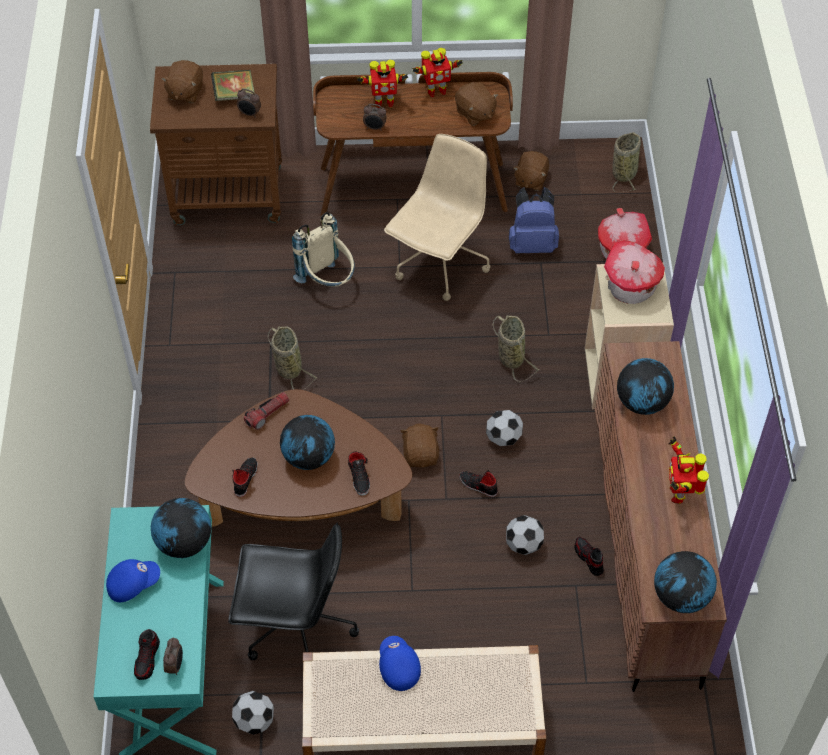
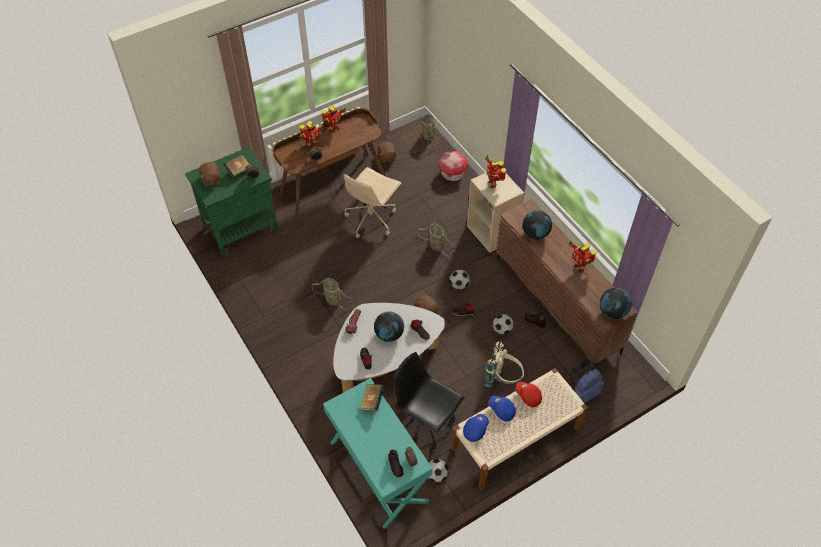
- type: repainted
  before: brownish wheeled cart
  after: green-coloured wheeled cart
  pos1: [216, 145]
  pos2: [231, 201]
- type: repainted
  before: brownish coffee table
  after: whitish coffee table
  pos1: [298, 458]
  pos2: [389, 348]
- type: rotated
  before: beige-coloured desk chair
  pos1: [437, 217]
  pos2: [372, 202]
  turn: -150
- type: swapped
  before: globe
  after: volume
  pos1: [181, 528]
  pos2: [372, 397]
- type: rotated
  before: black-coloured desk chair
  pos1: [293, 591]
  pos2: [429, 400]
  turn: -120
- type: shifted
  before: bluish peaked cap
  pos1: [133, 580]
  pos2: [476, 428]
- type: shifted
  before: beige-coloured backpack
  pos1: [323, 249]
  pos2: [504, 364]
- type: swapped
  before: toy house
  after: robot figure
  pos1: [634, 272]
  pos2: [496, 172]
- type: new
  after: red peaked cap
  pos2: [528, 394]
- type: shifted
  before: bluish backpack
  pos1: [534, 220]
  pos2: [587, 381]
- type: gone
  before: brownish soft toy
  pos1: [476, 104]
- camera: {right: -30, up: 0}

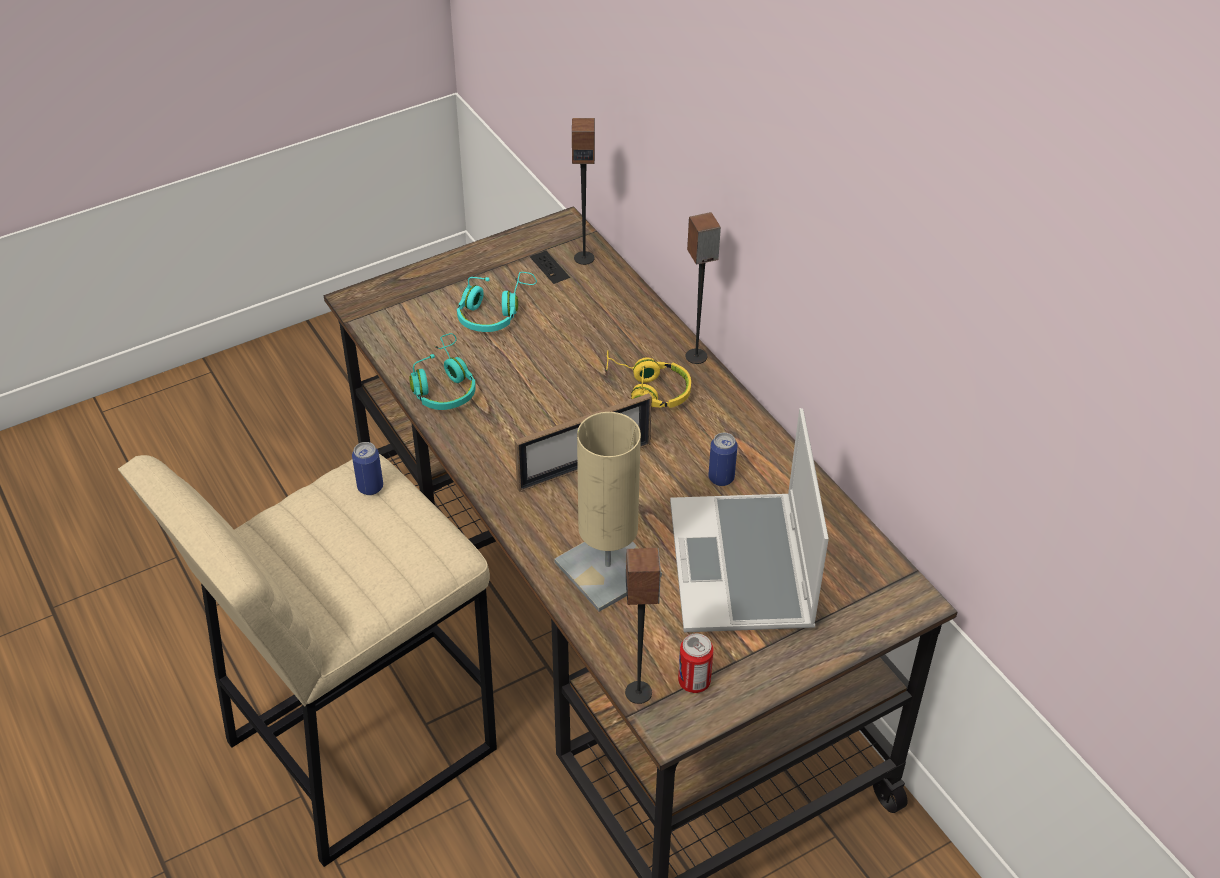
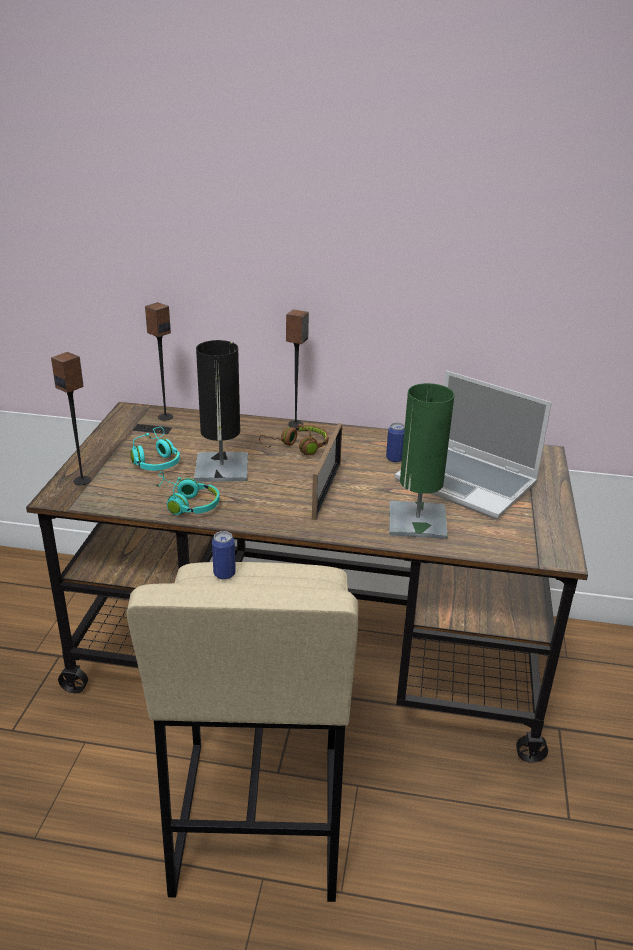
- type: shifted
  before: speaker
  pos1: [643, 626]
  pos2: [71, 418]
- type: new
  after: black-coloured tabletop lamp
  pos2: [221, 411]
- type: repainted
  before: yellow-coloured headphones
  after: brownish headphones
  pos1: [648, 379]
  pos2: [294, 439]
- type: repainted
  before: beige-coloured tabletop lamp
  after: green-coloured tabletop lamp
  pos1: [608, 512]
  pos2: [421, 461]
- type: gone
  before: metal can
  pos1: [696, 663]
- camera: {right: -50, up: -15}

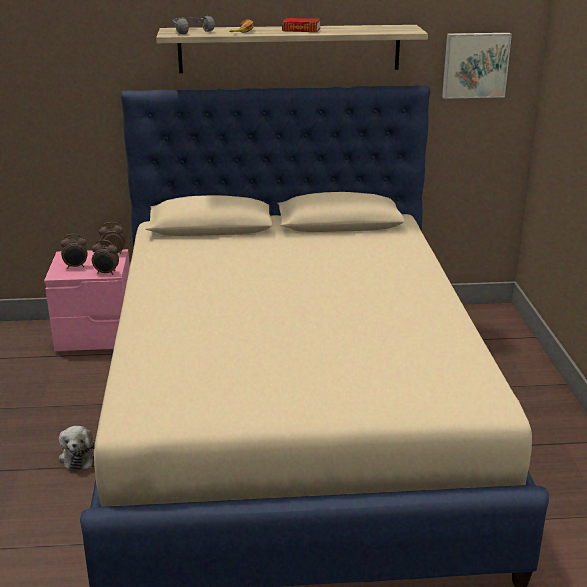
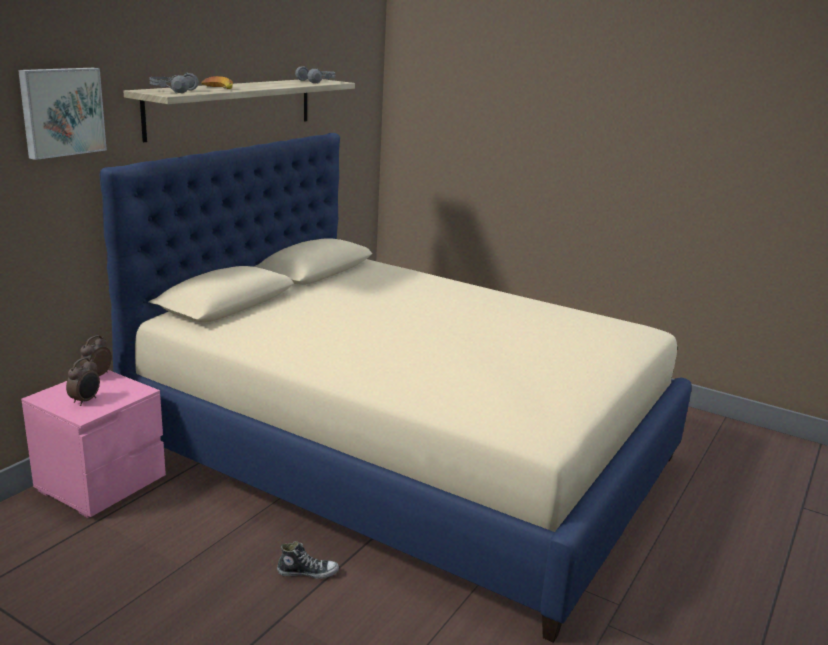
- type: shifted
  before: wall picture
  pos1: [477, 66]
  pos2: [62, 114]
- type: swapped
  before: soft toy
  after: item of footwear
  pos1: [77, 448]
  pos2: [308, 560]
- type: new
  after: gray headphones
  pos2: [315, 74]
- type: gone
  before: table clock
  pos1: [105, 257]
- type: gone
  before: volume
  pos1: [301, 25]
- camera: {right: -55, up: -5}

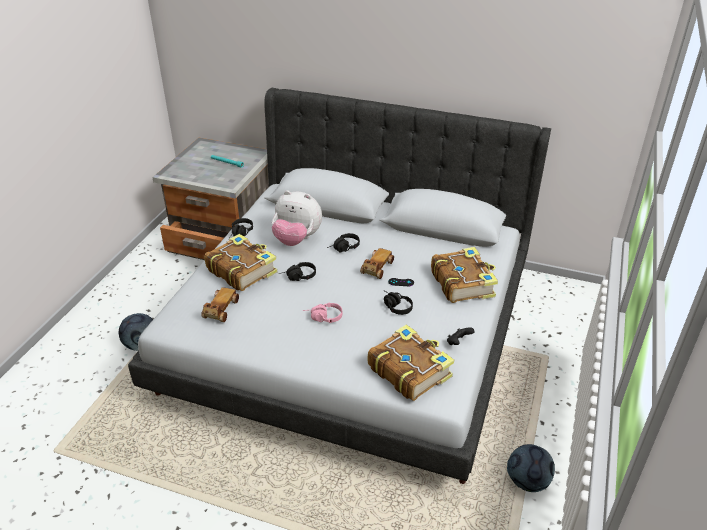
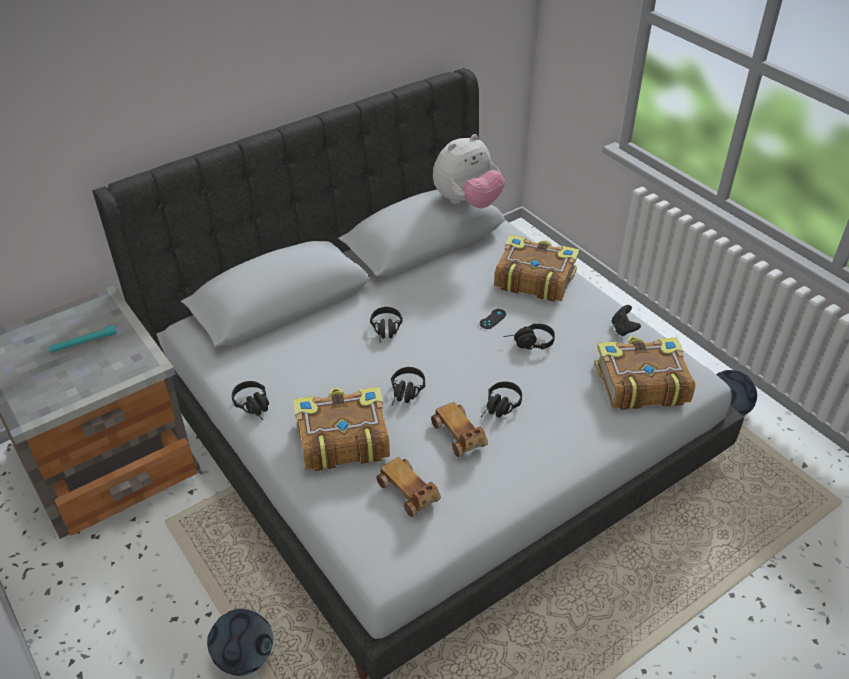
- type: shifted
  before: toy car
  pos1: [377, 263]
  pos2: [459, 429]
- type: shifted
  before: soft toy
  pos1: [297, 218]
  pos2: [469, 171]
- type: repainted
  before: pinkish headphones
  after: black-coloured headphones
  pos1: [323, 313]
  pos2: [501, 399]
- camera: {right: -55, up: 5}

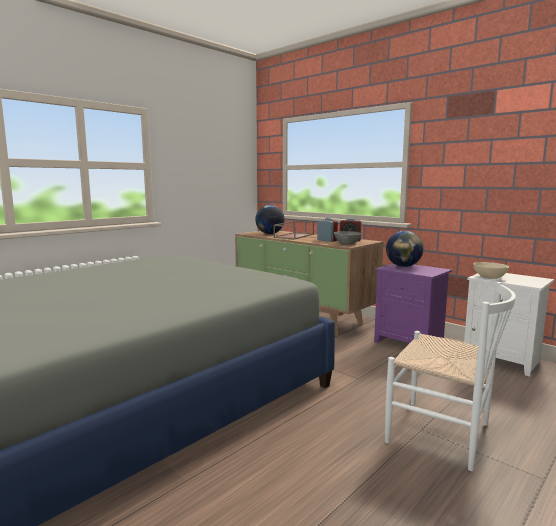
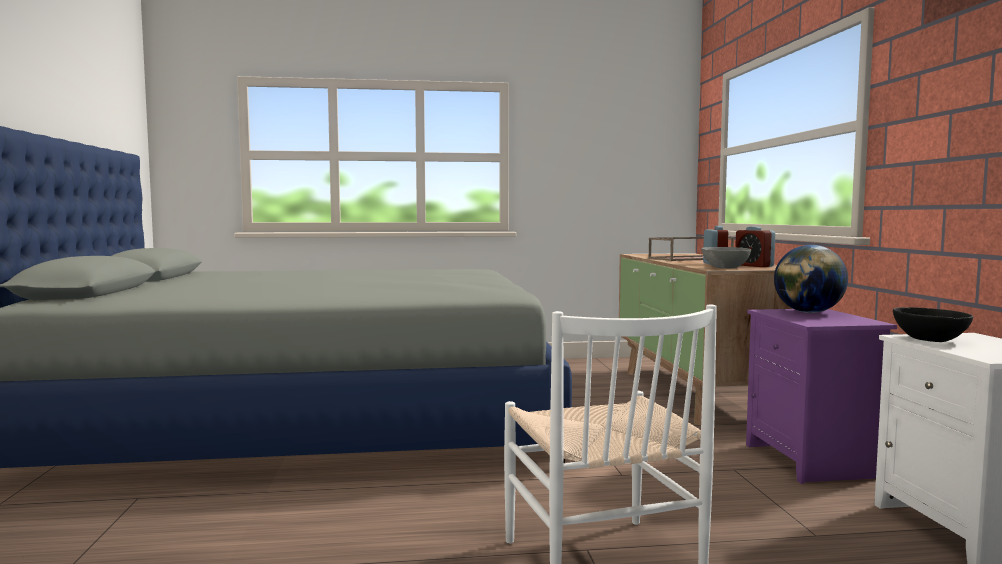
- type: repainted
  before: beige-coloured bowl
  after: black-coloured bowl
  pos1: [491, 270]
  pos2: [933, 324]
- type: gone
  before: globe
  pos1: [270, 219]
- camera: {right: 40, up: -5}

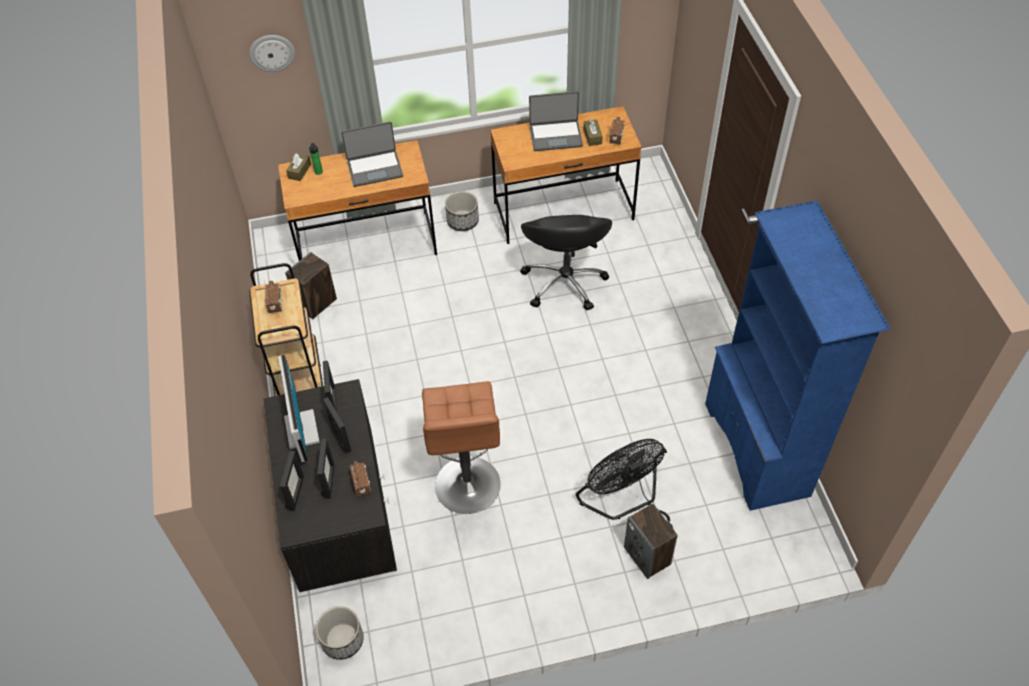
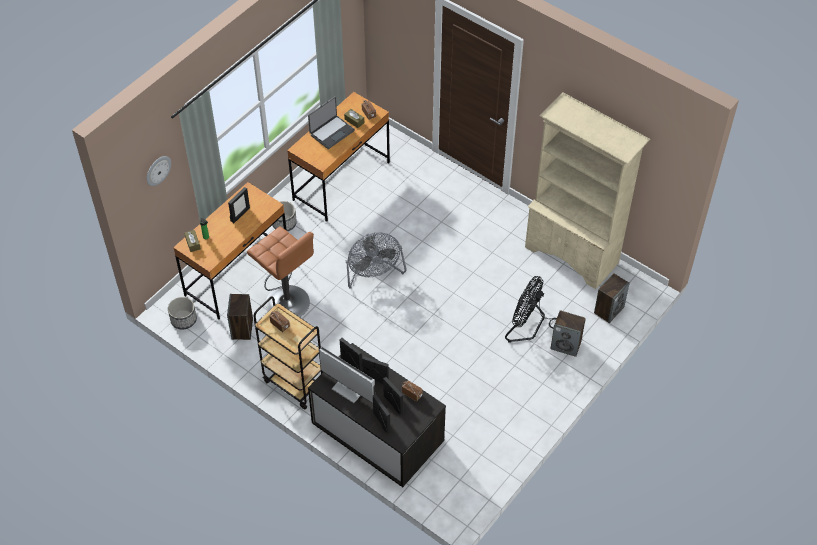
- type: shifted
  before: planter
  pos1: [340, 633]
  pos2: [182, 313]
- type: swapped
  before: laptop
  after: picture frame
  pos1: [372, 154]
  pos2: [239, 205]
- type: shifted
  before: brownish stool seat
  pos1: [461, 447]
  pos2: [280, 271]
- type: new
  after: gray fan
  pos2: [376, 260]
- type: repainted
  before: bluish shelving unit
  after: beige-coloured shelving unit
  pos1: [798, 355]
  pos2: [587, 190]
- type: new
  after: speaker
  pos2: [612, 298]
- type: gone
  before: black-coloured desk chair
  pos1: [566, 262]
- camera: {right: -40, up: 0}

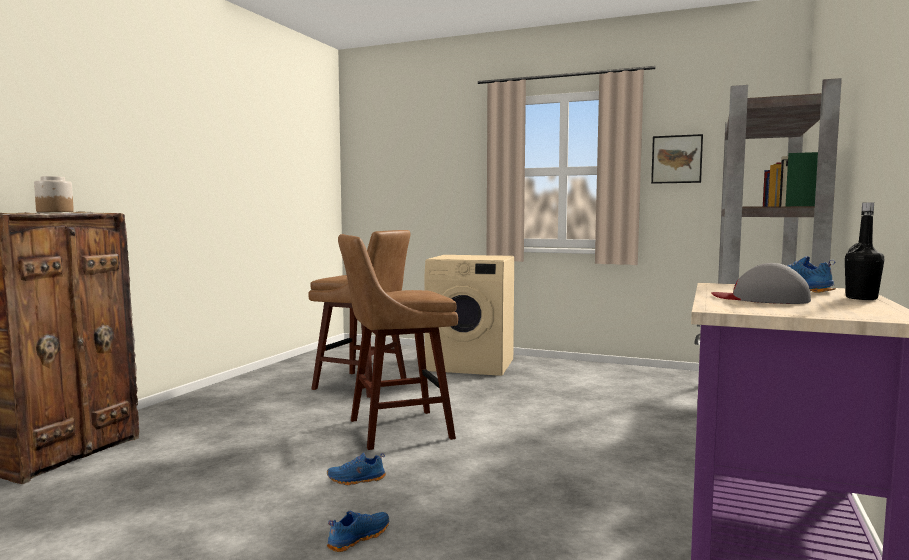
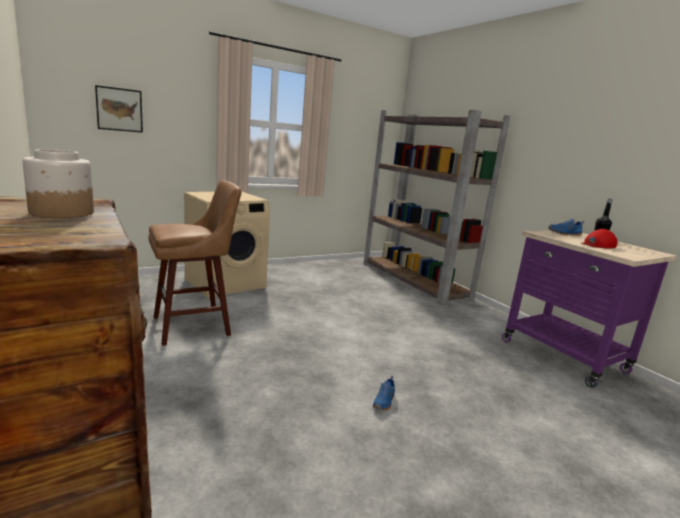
- type: shifted
  before: wall picture
  pos1: [677, 159]
  pos2: [119, 109]
- type: repainted
  before: gray peaked cap
  after: red peaked cap
  pos1: [761, 283]
  pos2: [599, 238]
- type: gone
  before: bluish item of footwear
  pos1: [358, 531]
- type: gone
  before: brownish stool seat
  pos1: [398, 342]
- camera: {right: -55, up: 10}

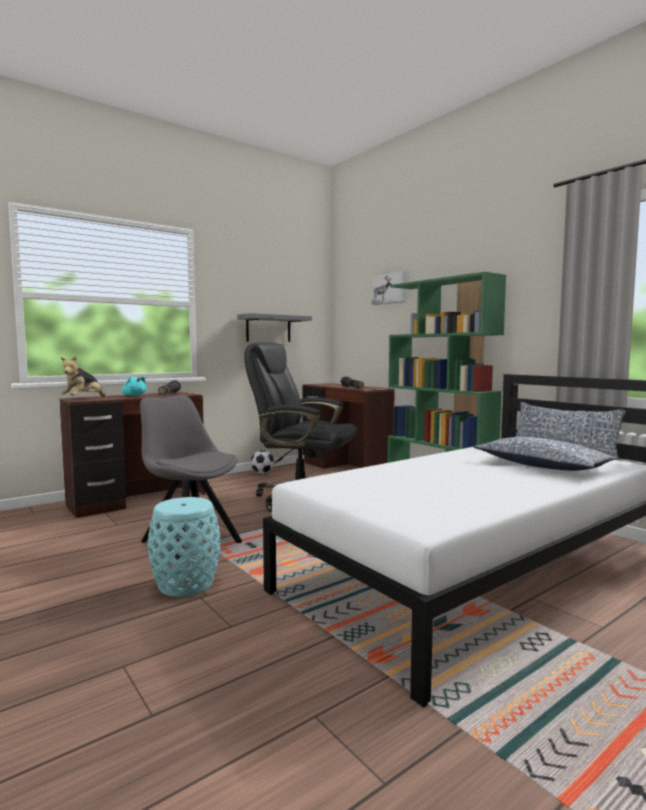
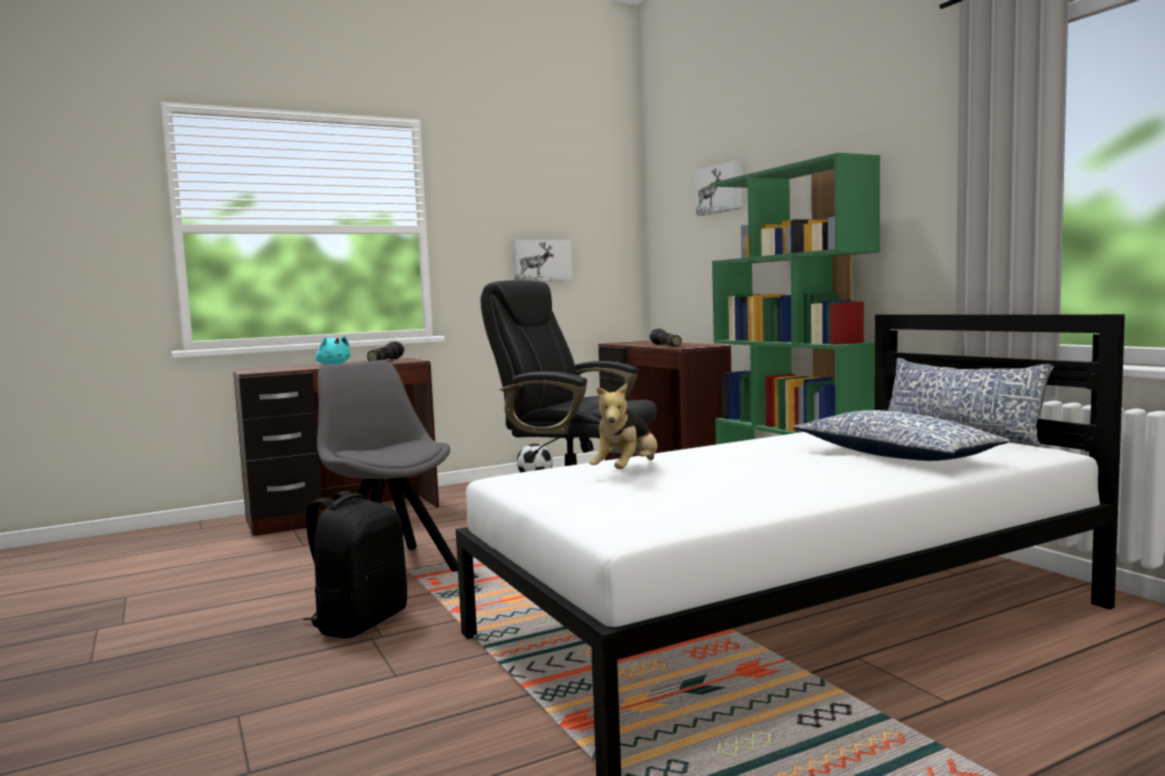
- type: swapped
  before: turquoise stool seat
  after: black-coloured backpack
  pos1: [184, 547]
  pos2: [355, 564]
- type: swapped
  before: gray bracket shelf
  after: wall picture
  pos1: [274, 327]
  pos2: [543, 260]
- type: shifted
  before: soft toy
  pos1: [83, 376]
  pos2: [623, 426]
- camera: {right: 10, up: 0}

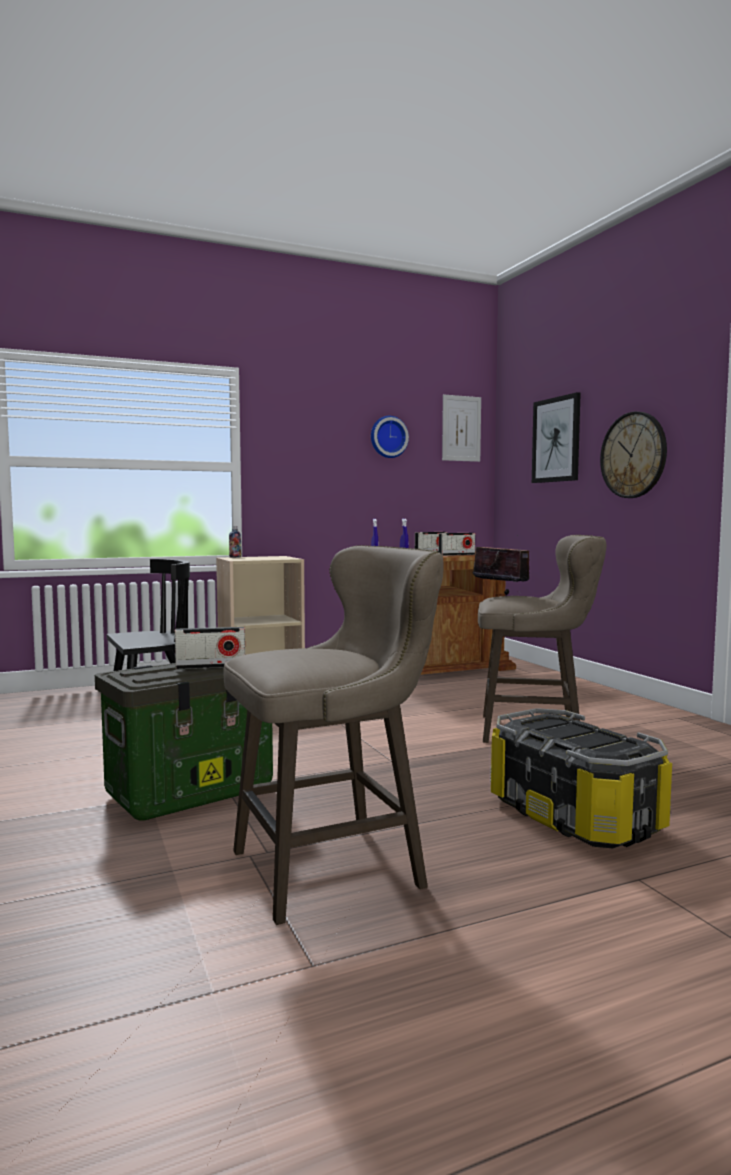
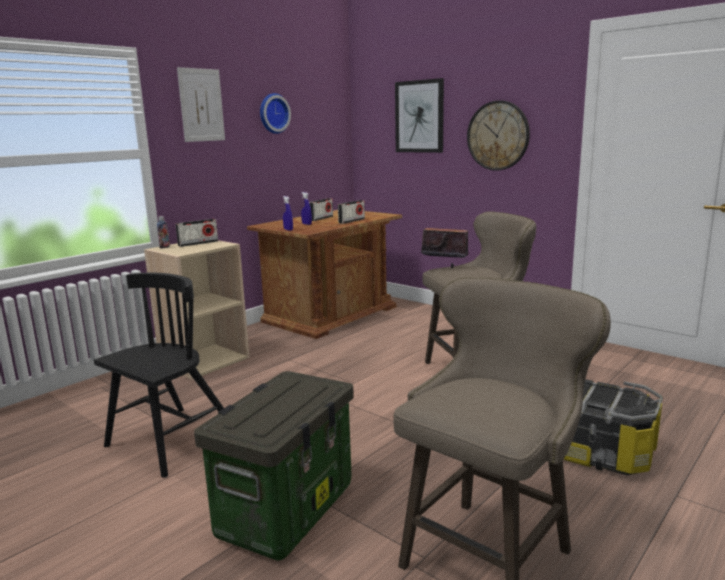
- type: shifted
  before: radio
  pos1: [210, 648]
  pos2: [196, 233]
- type: shifted
  before: wall picture
  pos1: [461, 428]
  pos2: [201, 104]
- camera: {right: -25, up: 10}

